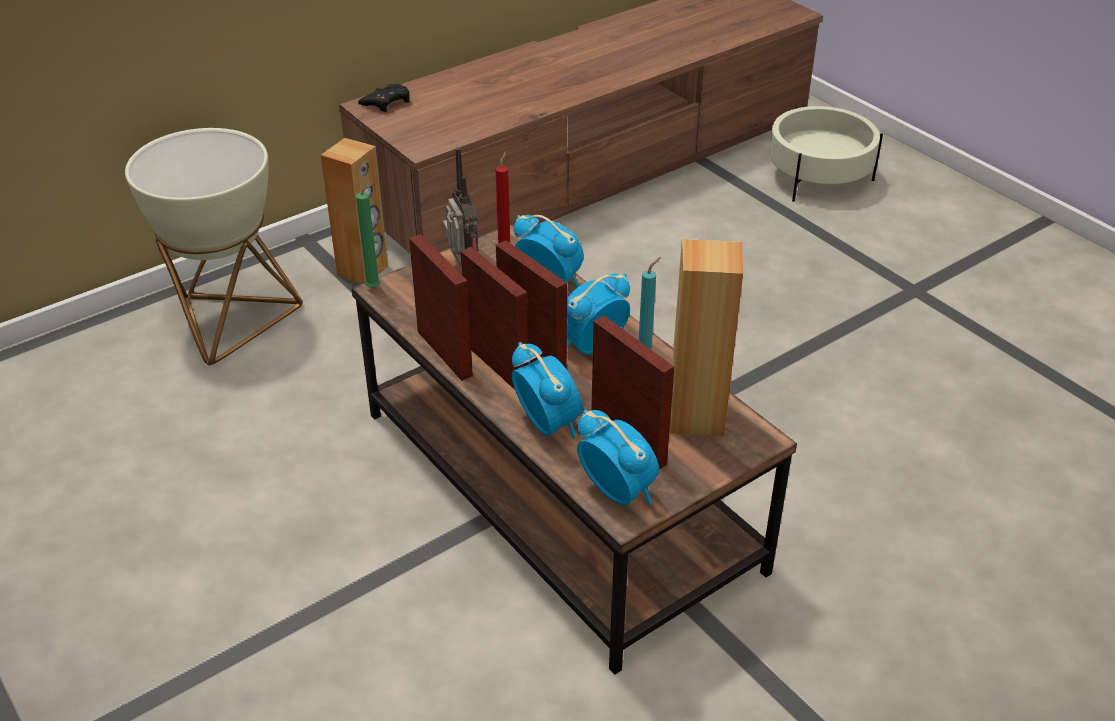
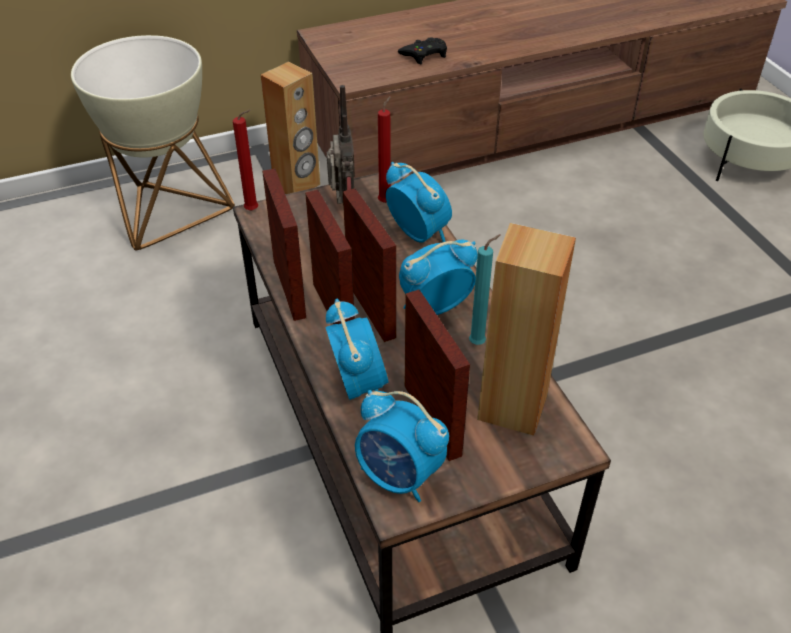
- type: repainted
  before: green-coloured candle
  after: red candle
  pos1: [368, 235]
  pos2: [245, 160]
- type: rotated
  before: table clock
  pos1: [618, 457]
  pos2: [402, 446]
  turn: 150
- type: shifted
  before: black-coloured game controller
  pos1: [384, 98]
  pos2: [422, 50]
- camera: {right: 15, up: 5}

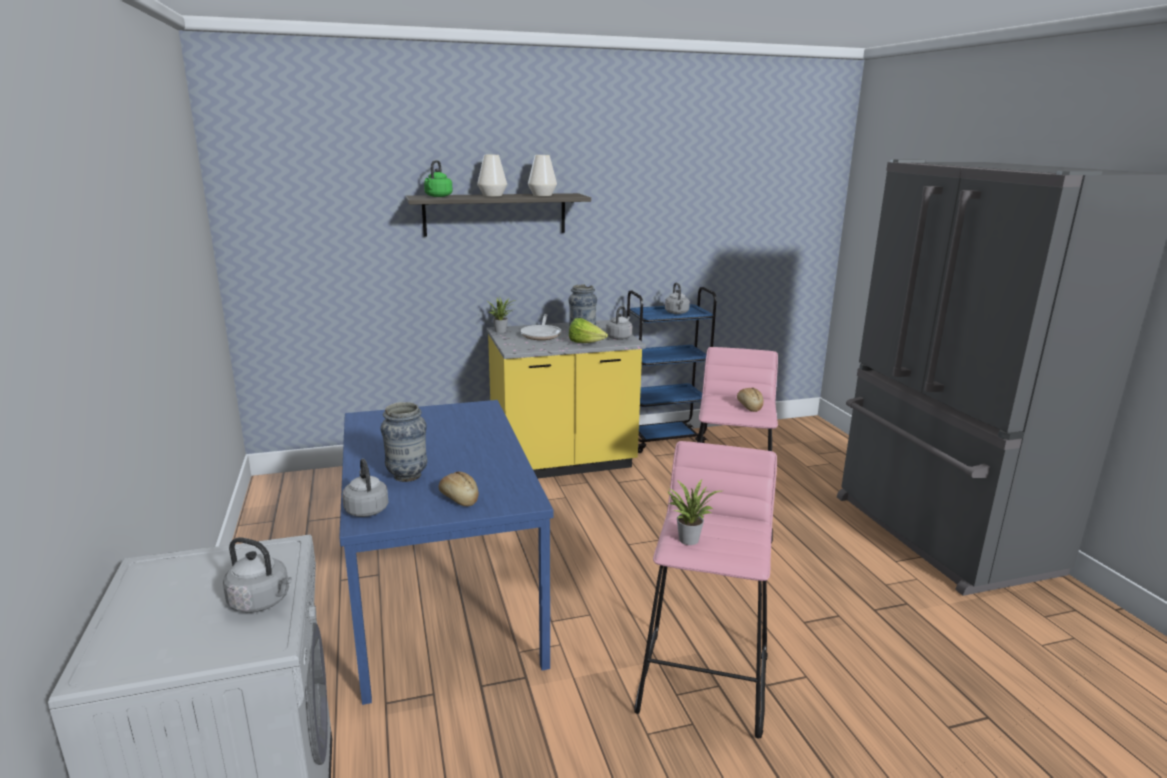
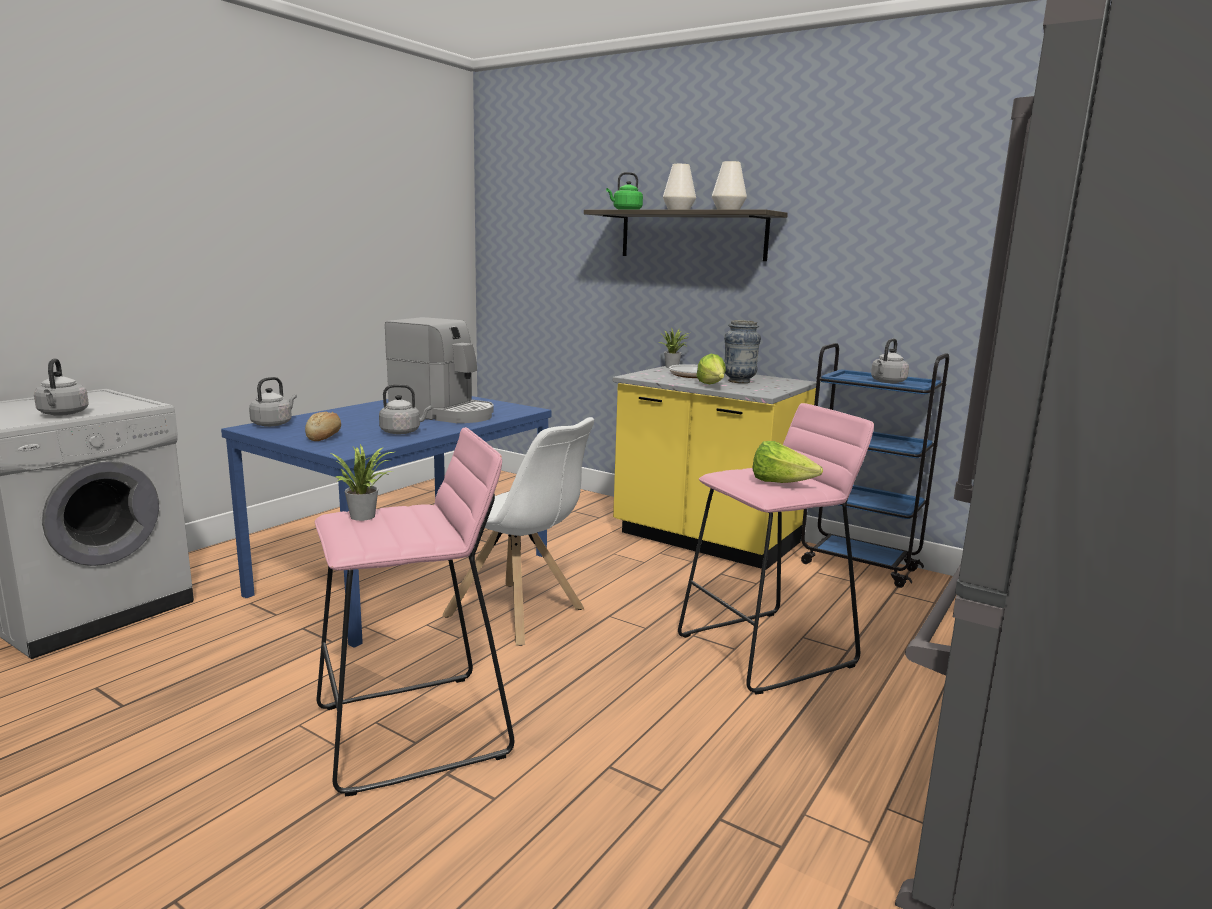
- type: shifted
  before: gray water kettle
  pos1: [619, 323]
  pos2: [405, 409]
- type: new
  after: coffee maker
  pos2: [439, 370]
- type: new
  after: whitish upright chair
  pos2: [518, 531]
- type: swapped
  before: bakery bread
  after: head of lettuce
  pos1: [750, 400]
  pos2: [787, 462]
- type: gone
  before: flower vase
  pos1: [403, 442]
- camera: {right: 50, up: -5}

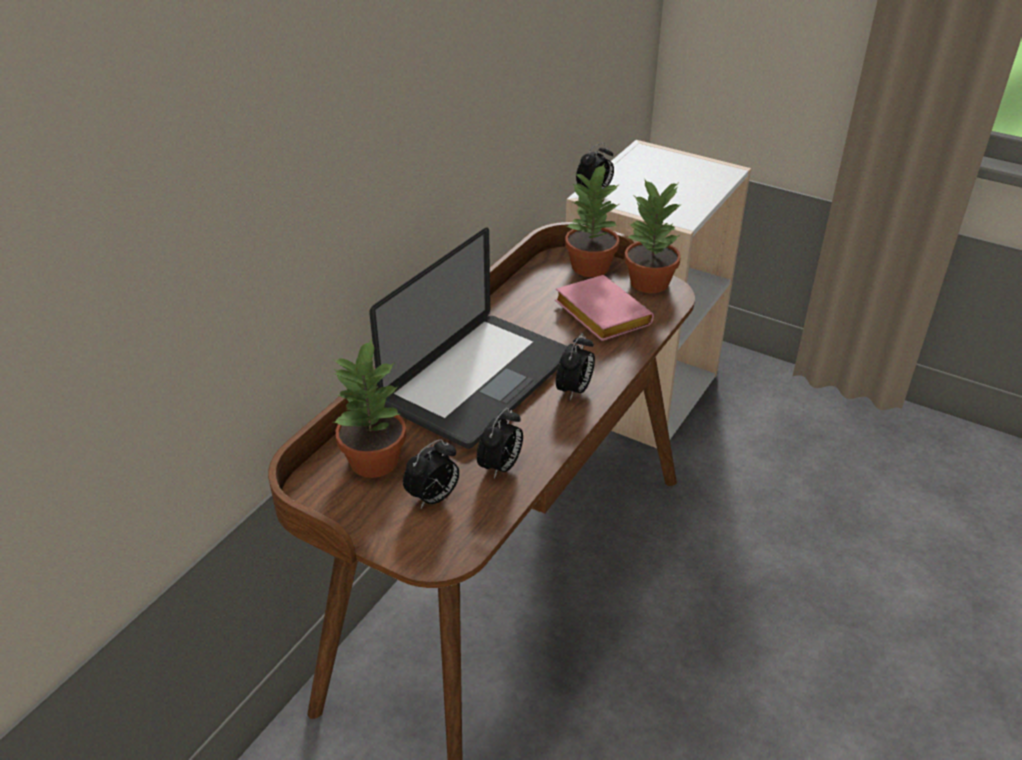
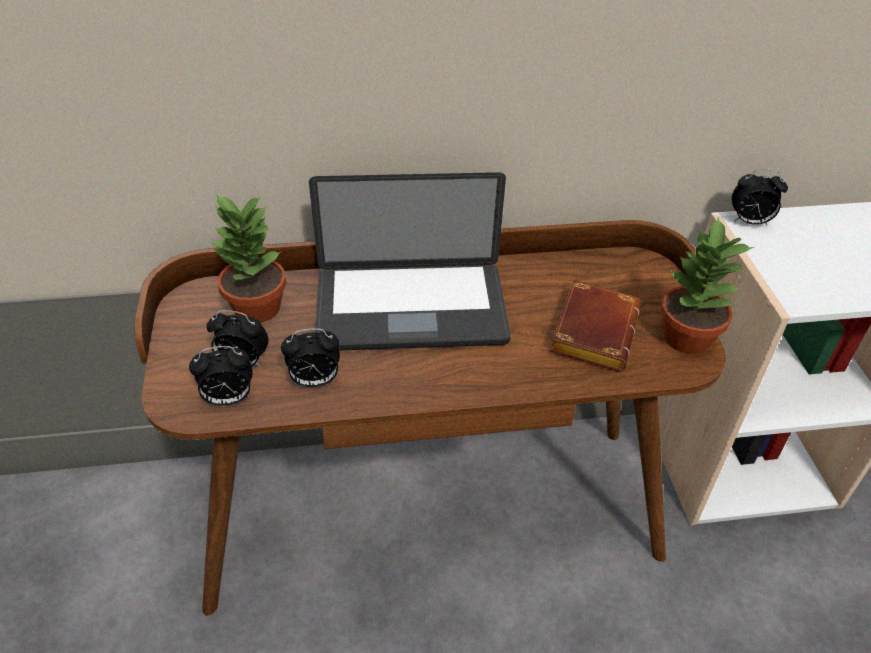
- type: shifted
  before: table clock
  pos1: [575, 367]
  pos2: [221, 376]
- type: repainted
  before: pinkish volume
  after: brownish volume
  pos1: [604, 308]
  pos2: [595, 326]
- type: gone
  before: potted plant
  pos1: [592, 220]
- camera: {right: 50, up: 5}

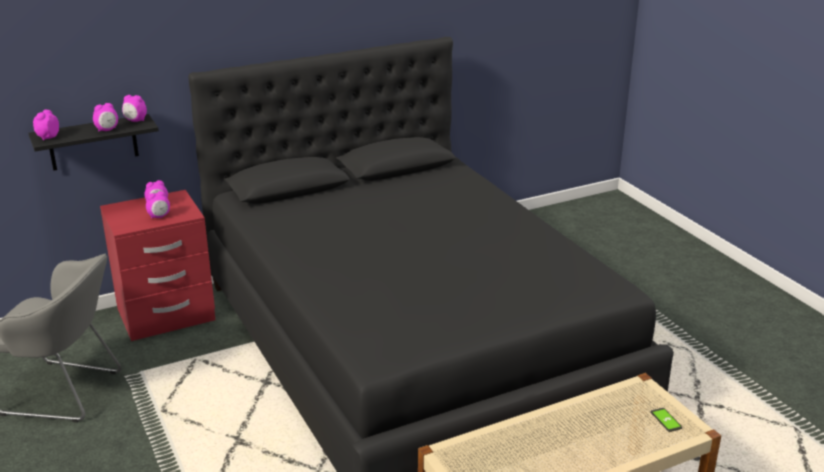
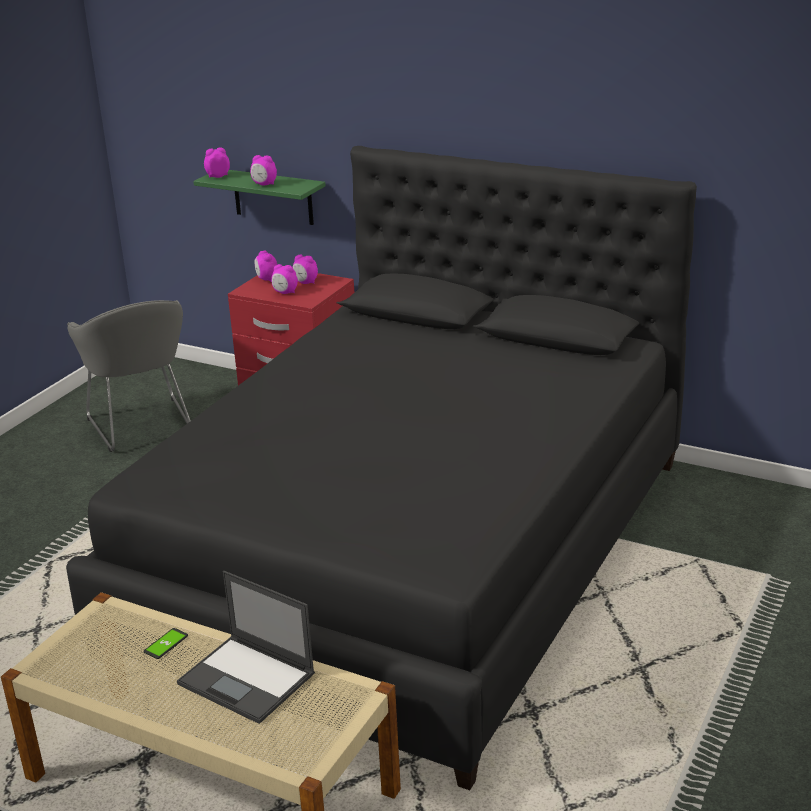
- type: shifted
  before: telephone
  pos1: [666, 420]
  pos2: [166, 643]
- type: new
  after: laptop
  pos2: [246, 647]
- type: repainted
  before: black-coloured bracket shelf
  after: green-coloured bracket shelf
  pos1: [93, 142]
  pos2: [259, 197]
- type: shifted
  before: table clock
  pos1: [134, 108]
  pos2: [265, 266]
- camera: {right: 55, up: 0}

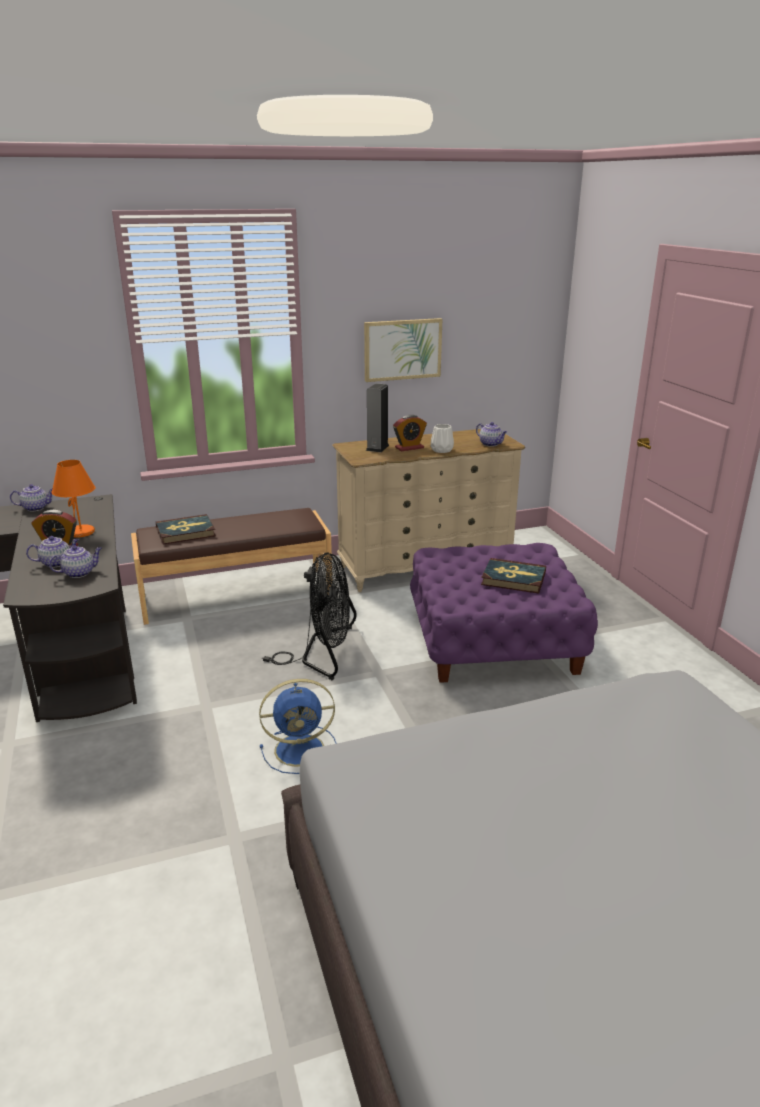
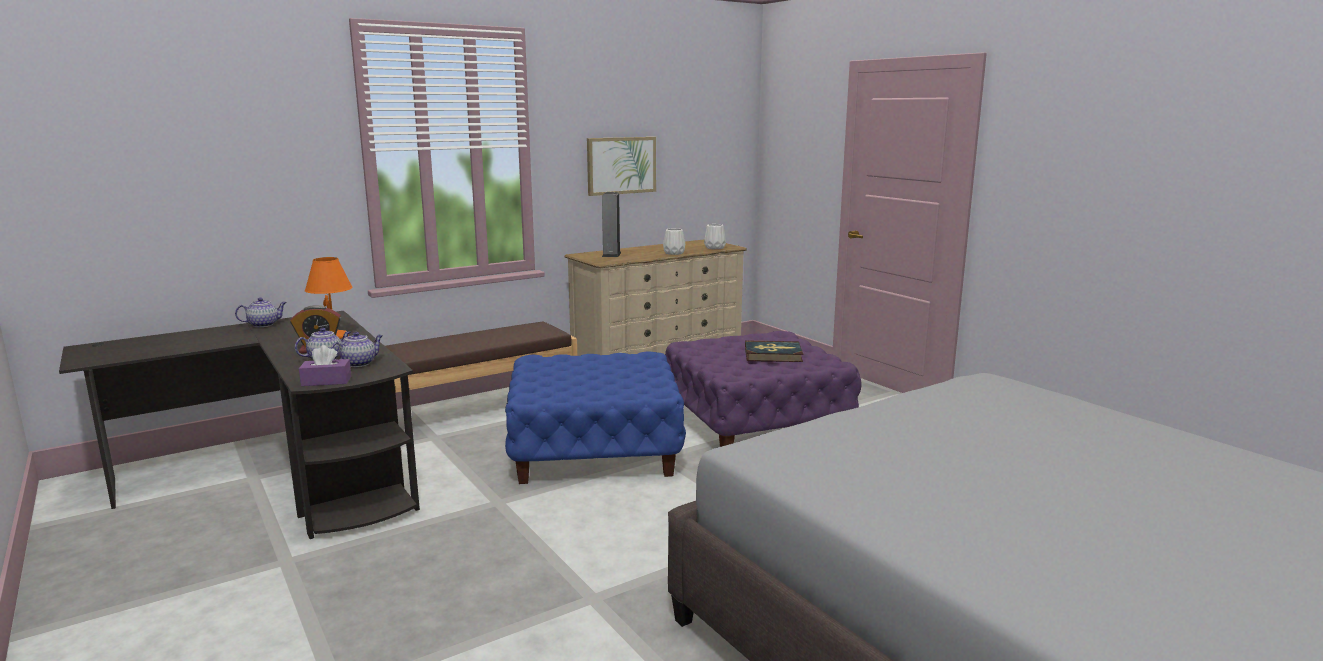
- type: new
  after: purple-coloured box of tissues
  pos2: [325, 365]
- type: swapped
  before: black-coloured fan
  after: bluish ottoman
  pos1: [310, 616]
  pos2: [595, 417]
- type: swapped
  before: teapot
  after: whitish flower vase
  pos1: [491, 434]
  pos2: [715, 236]
- type: gone
  before: volume
  pos1: [186, 529]
- type: gone
  before: bluish fan
  pos1: [298, 726]
- type: gone
  before: table clock
  pos1: [410, 433]
- camera: {right: -15, up: -10}

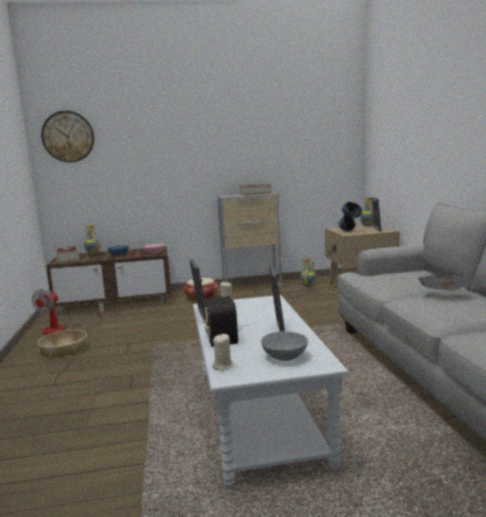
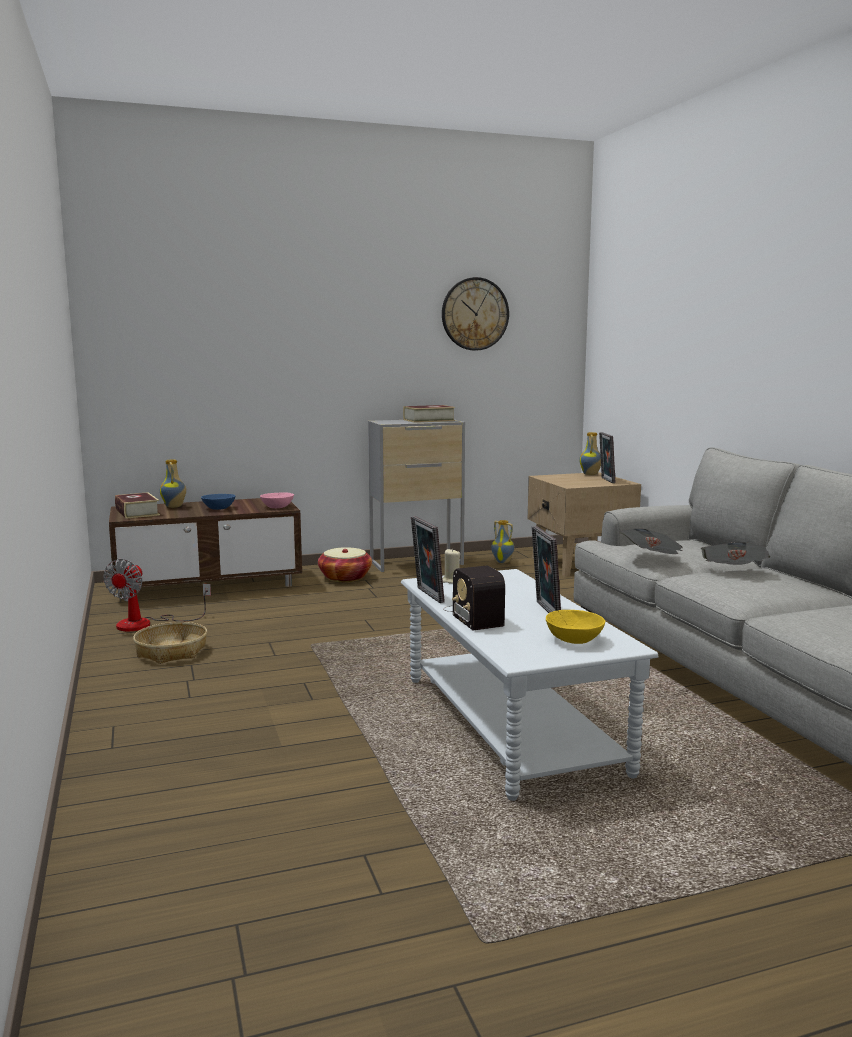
- type: shifted
  before: wall clock
  pos1: [67, 136]
  pos2: [475, 314]
- type: repainted
  before: gray bowl
  after: yellow-coloured bowl
  pos1: [284, 346]
  pos2: [575, 627]
- type: new
  after: daily paper
  pos2: [651, 541]
- type: gone
  before: beige-coloured candle
  pos1: [222, 352]
- type: gone
  before: black-coloured flower vase
  pos1: [350, 216]
- camera: {right: -10, up: 0}

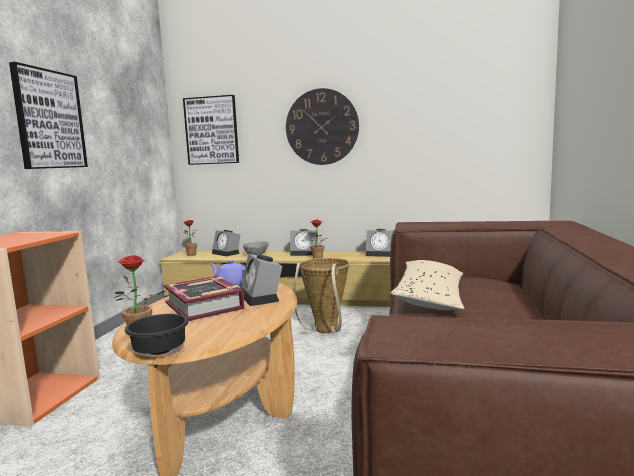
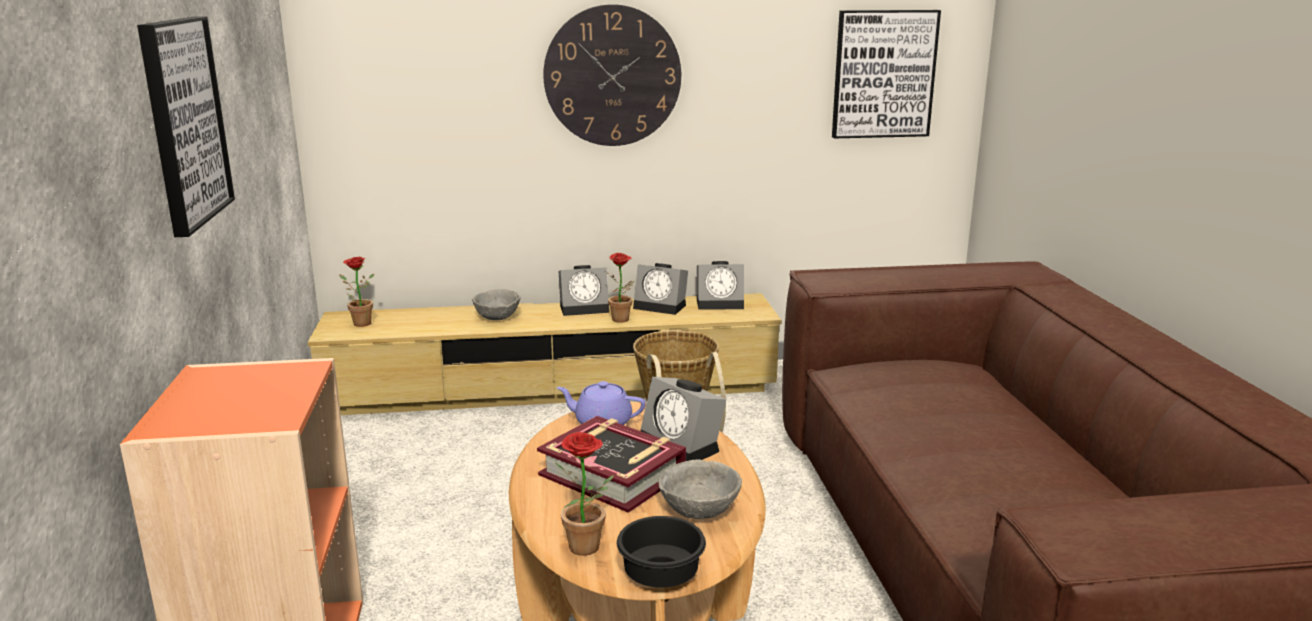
- type: shifted
  before: table clock
  pos1: [226, 243]
  pos2: [660, 289]
- type: new
  after: gray bowl
  pos2: [700, 489]
- type: shifted
  before: wall picture
  pos1: [211, 130]
  pos2: [886, 74]
- type: gone
  before: beige-coloured throw pillow
  pos1: [427, 285]
- camera: {right: -20, up: 10}

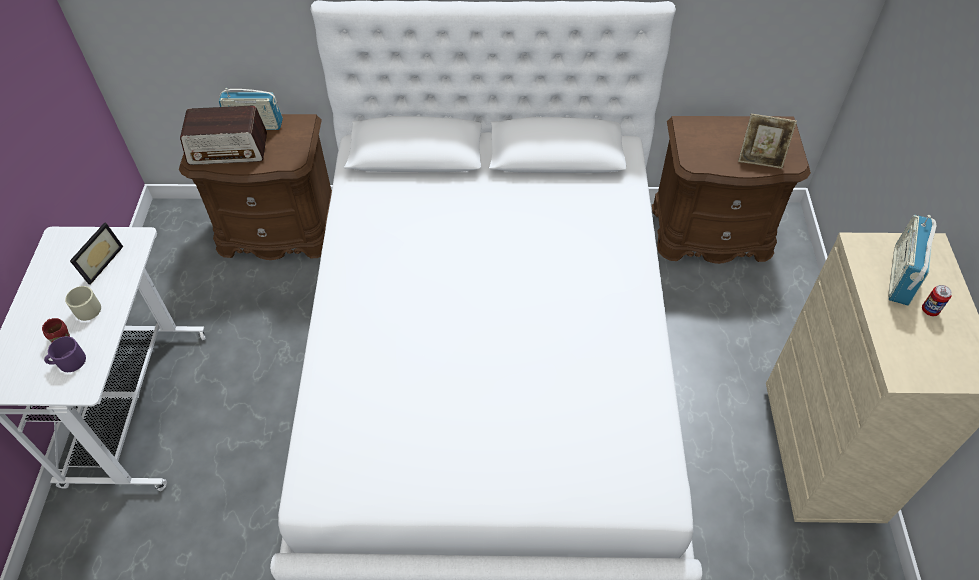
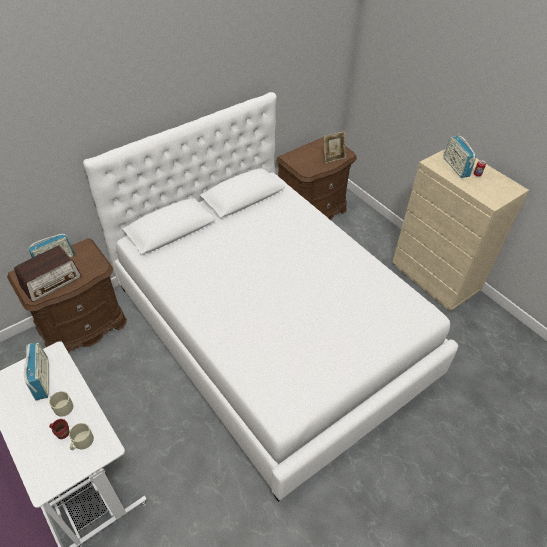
- type: swapped
  before: picture frame
  after: radio
  pos1: [96, 253]
  pos2: [36, 371]
- type: repainted
  before: purple-coloured mug
  after: beige-coloured mug
  pos1: [65, 354]
  pos2: [81, 436]
- camera: {right: -40, up: -5}

